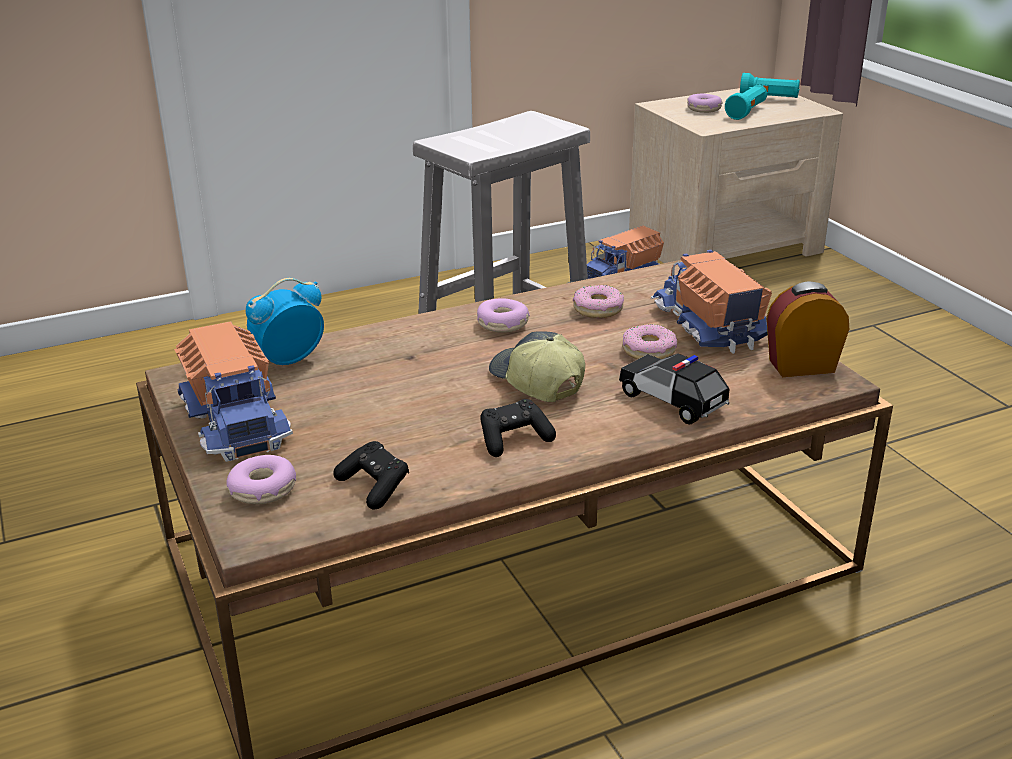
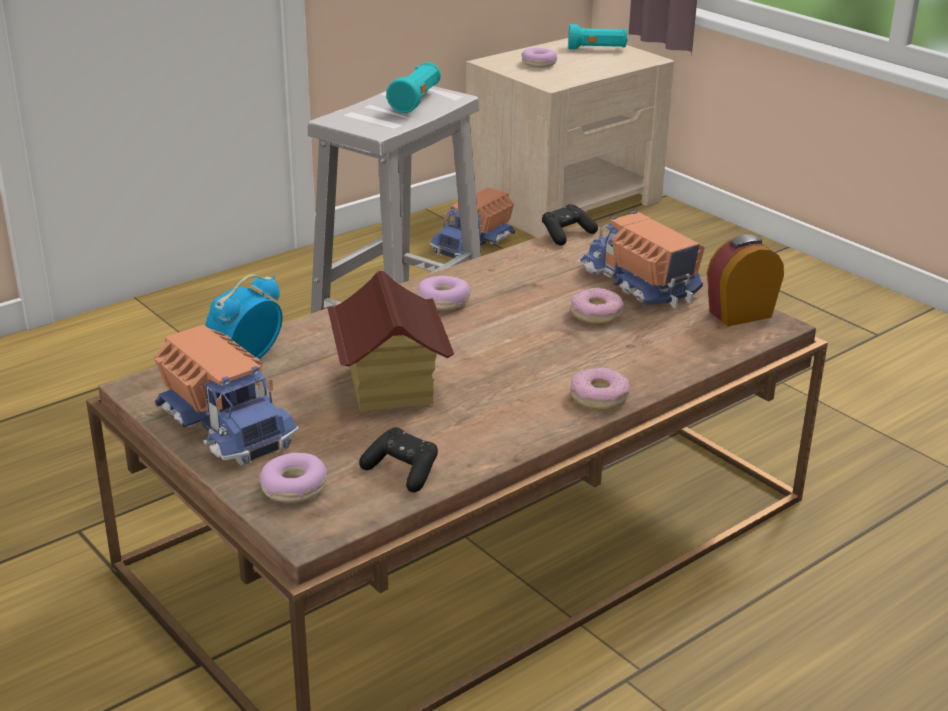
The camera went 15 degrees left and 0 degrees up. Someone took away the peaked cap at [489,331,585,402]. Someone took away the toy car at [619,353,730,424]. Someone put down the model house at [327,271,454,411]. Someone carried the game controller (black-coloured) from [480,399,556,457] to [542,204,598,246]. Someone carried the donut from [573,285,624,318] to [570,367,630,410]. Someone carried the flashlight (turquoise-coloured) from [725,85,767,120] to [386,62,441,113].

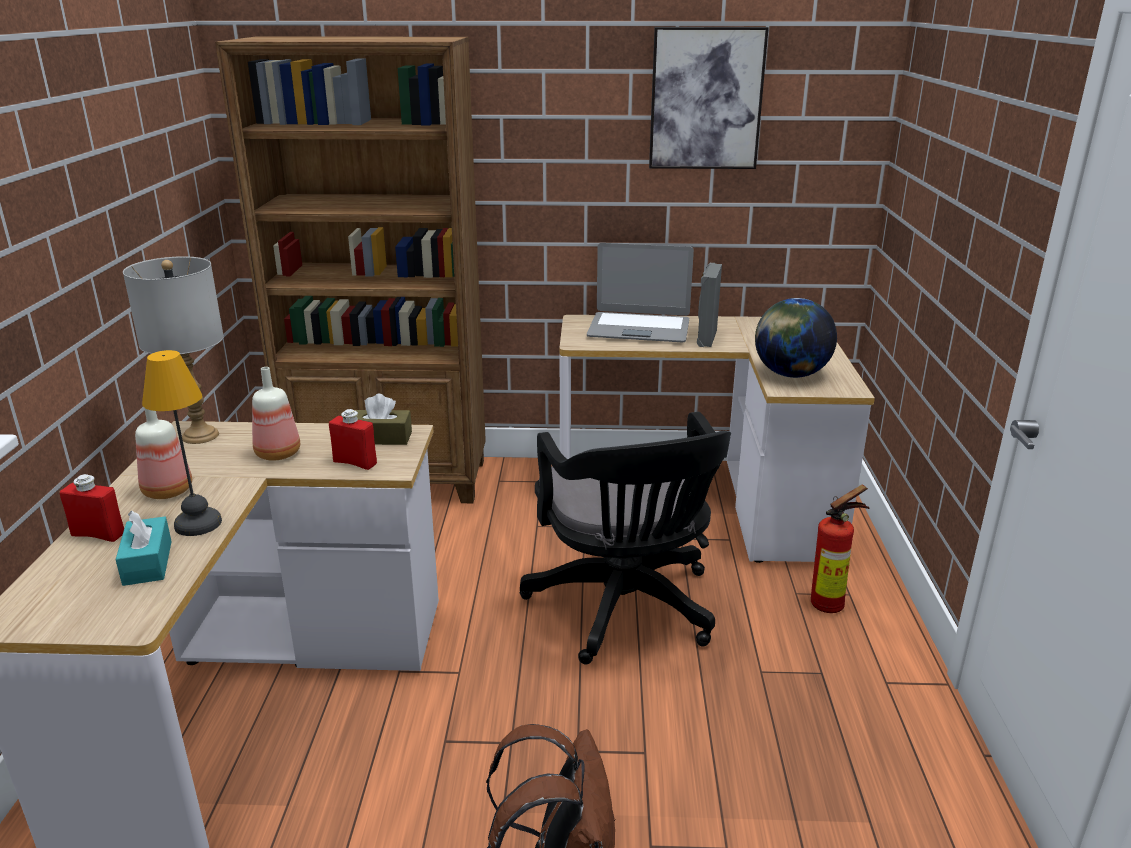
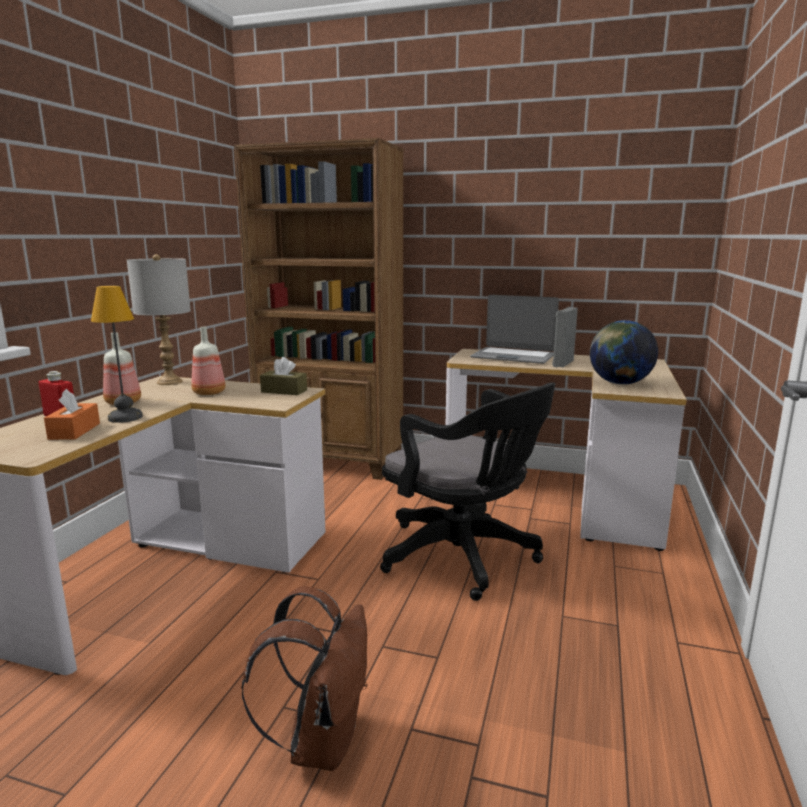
The camera went 15 degrees right and 10 degrees down. Someone took away the drink bottle (red-coloured) at [329,409,377,470]. Someone took away the wall picture at [649,27,769,169]. Someone took away the fire-fighting cylinder at [811,485,870,613]. Someone repainted the tissue holder (turquoise-coloured) at [115,510,172,586], which became the tissue holder (orange) at [44,389,100,440]. Someone rotated the office chair (black-coloured) at [519,412,731,665] by 45 degrees counterclockwise.

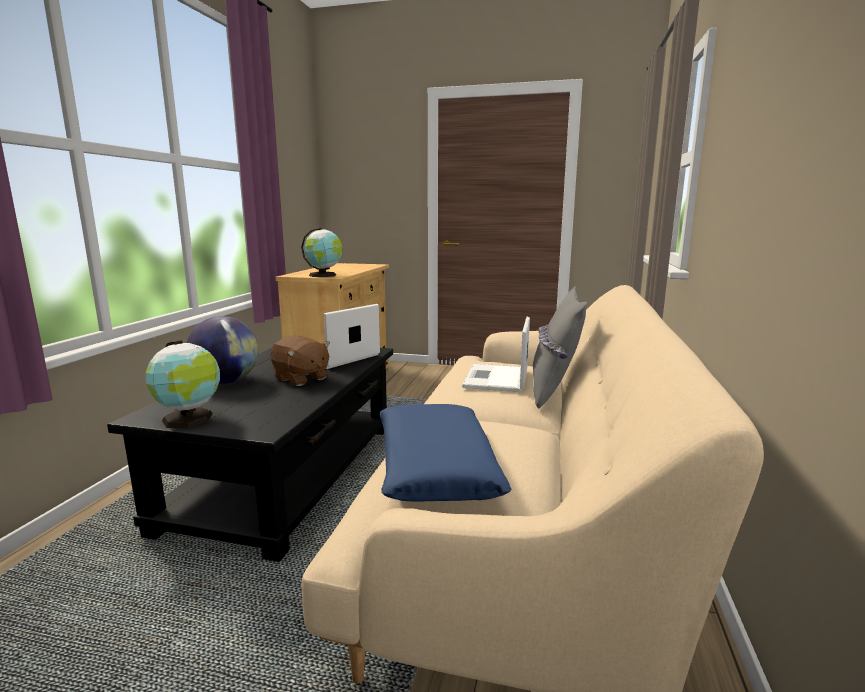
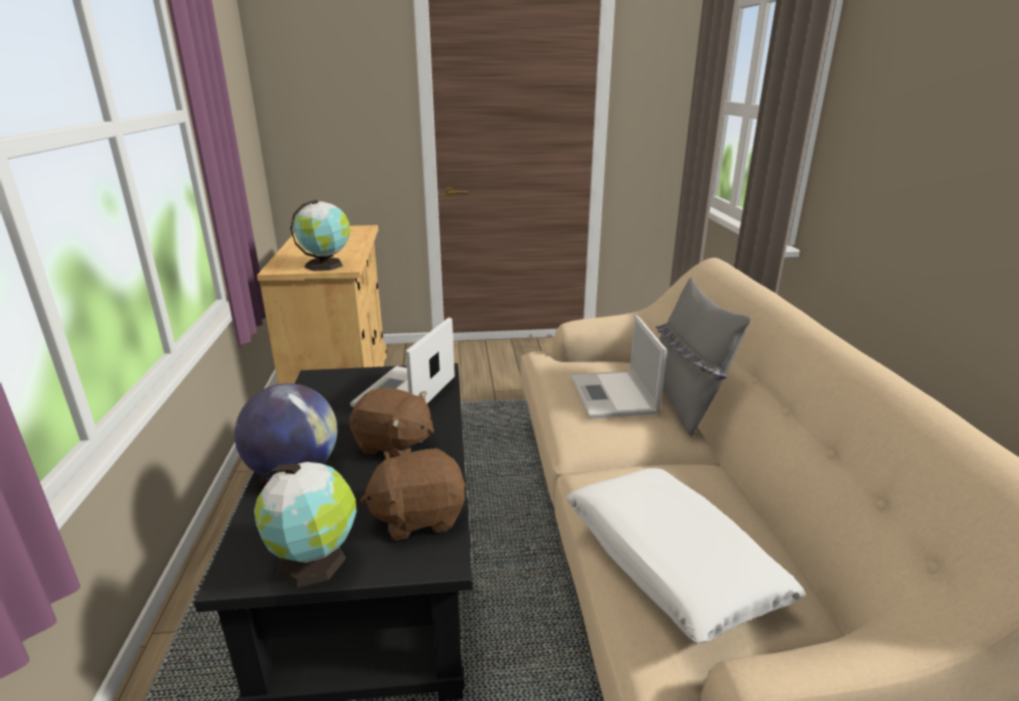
The camera went 20 degrees left and 10 degrees up. Someone put down the cuddly toy (brown-coloured) at [360,448,466,540]. Someone repainted the cushion (blue) at [379,404,512,502], which became the cushion (white) at [566,468,806,643].

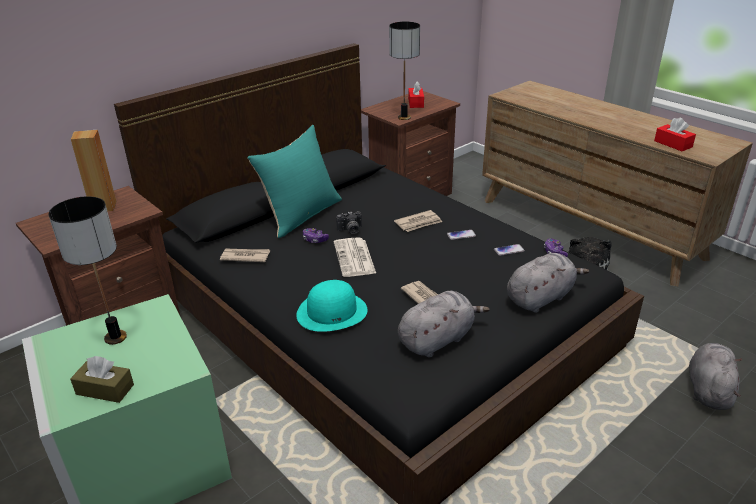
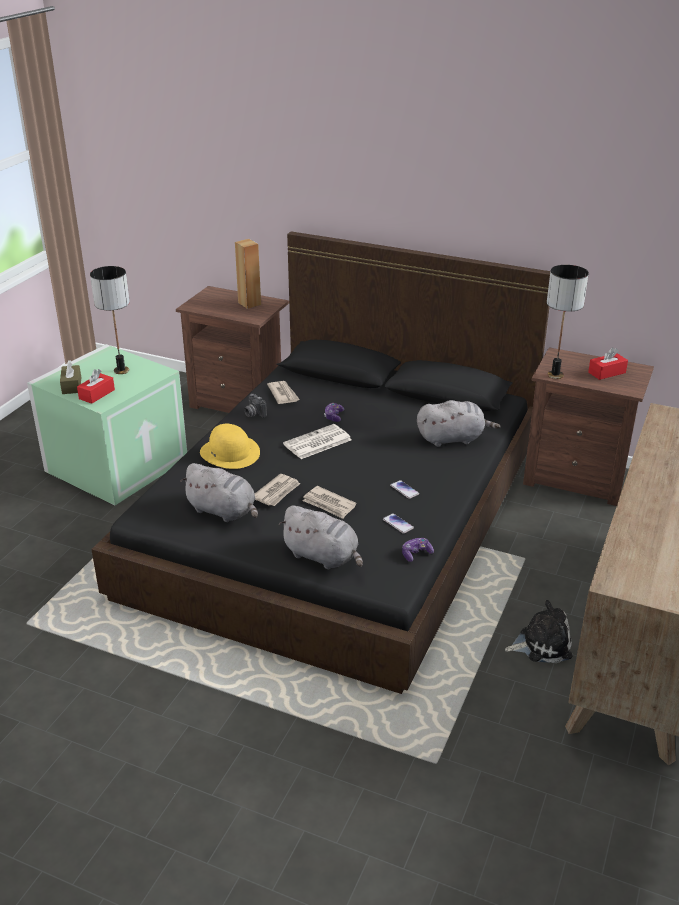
The camera went 65 degrees right and 0 degrees up. Someone took away the cushion (turquoise-coloured) at [247,125,342,238]. Someone carried the still camera from [336,211,362,234] to [244,394,267,418]. Someone carried the printed paper from [394,210,442,232] to [303,486,356,519]. Someone carried the tissue holder (red-coloured) from [654,117,696,151] to [77,369,115,404]. Someone carried the cuddly toy (gray) from [689,343,743,410] to [417,400,501,447]. Someone repainted the clothing hat (turquoise-coloured) at [296,280,368,332], which became the clothing hat (yellowish) at [200,424,260,469].

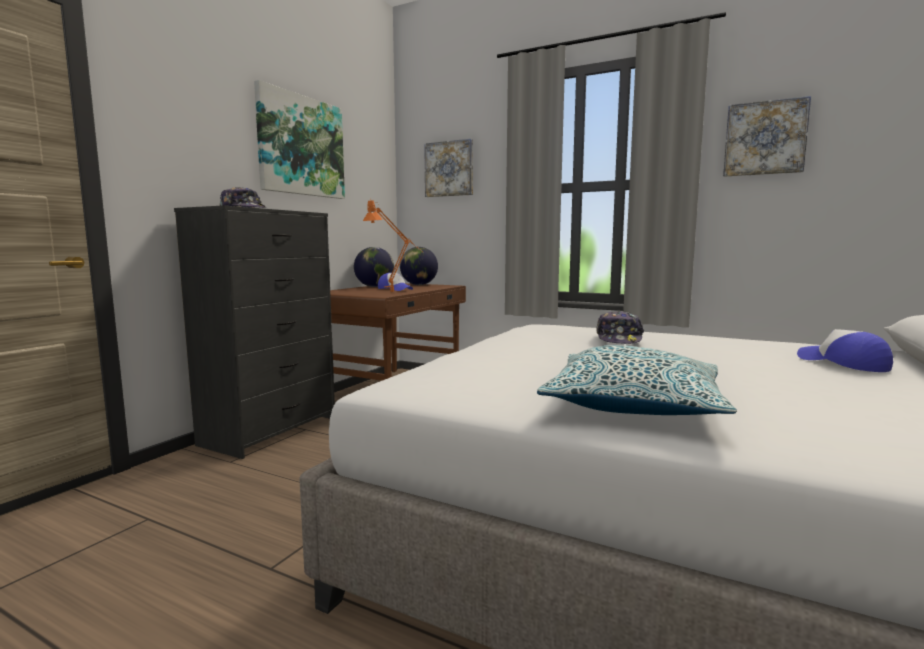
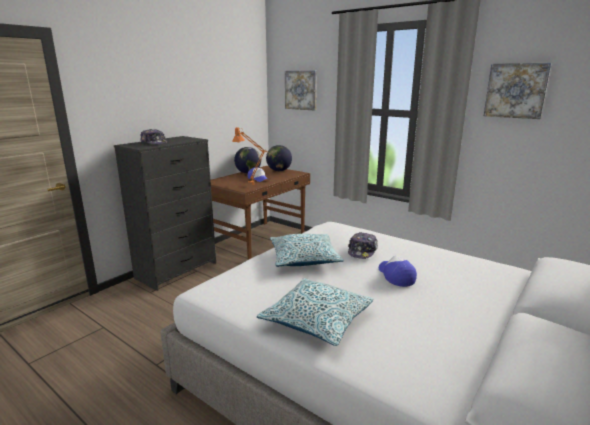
The camera went 10 degrees right and 10 degrees up. Someone took away the wall picture at [254,80,345,199]. Someone put down the cushion at [270,234,344,267]. Someone carried the peaked cap from [797,329,893,372] to [379,256,417,287].

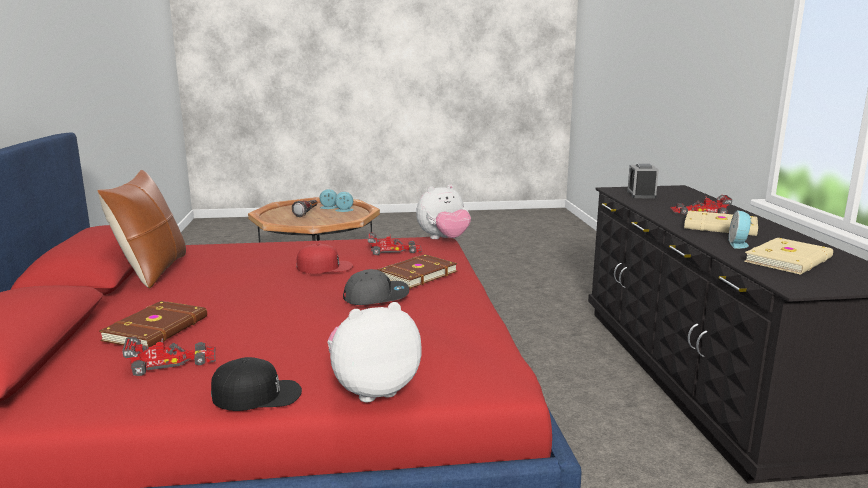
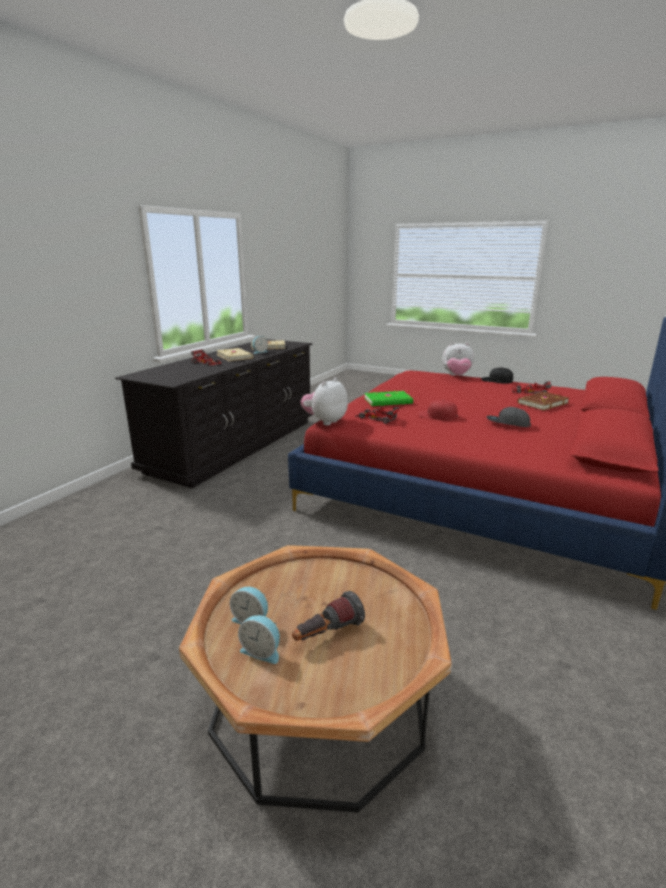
The camera went 145 degrees left and 5 degrees up. Someone took away the cushion (brown-coloured) at [97,170,186,288]. Someone took away the alarm clock at [627,164,659,199]. Someone carried the peaked cap (gray) from [343,269,409,305] to [487,407,531,427]. Someone repainted the volume (brown-coloured) at [377,254,458,289], which became the volume (greenish) at [364,391,413,406]. Someone rotated the cuddly toy at [416,184,471,239] by 60 degrees counterclockwise.

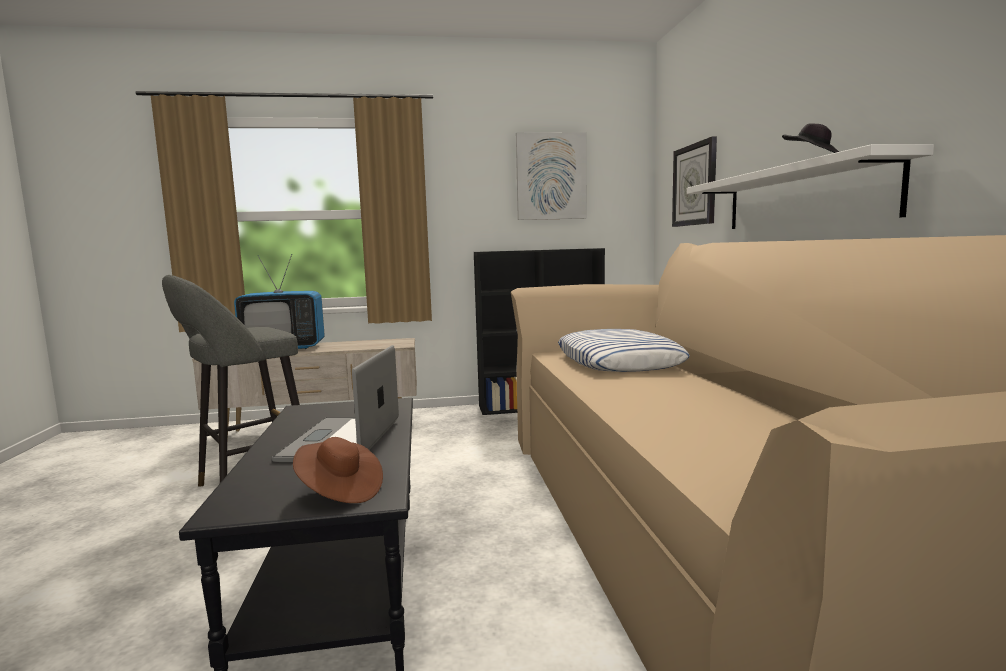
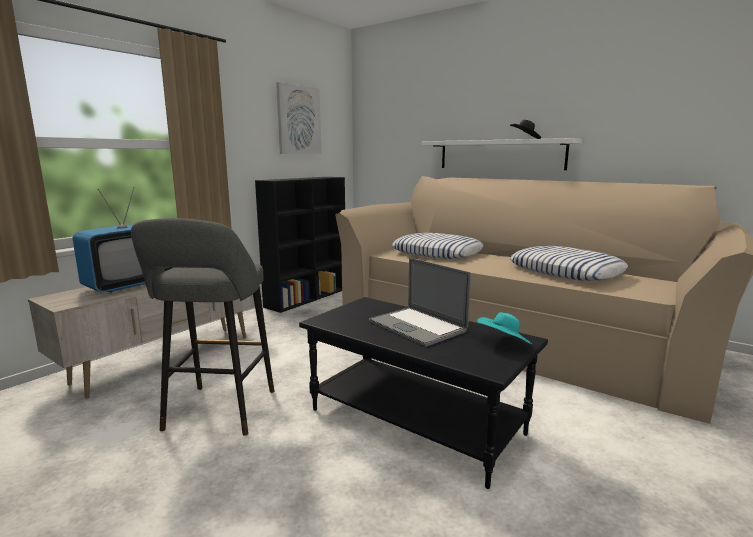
The camera went 45 degrees left and 5 degrees up. Someone took away the wall clock at [672,136,717,227]. Someone put down the cushion at [510,246,628,281]. Someone repainted the clothing hat (brown-coloured) at [293,437,383,503], which became the clothing hat (turquoise-coloured) at [477,312,532,344].

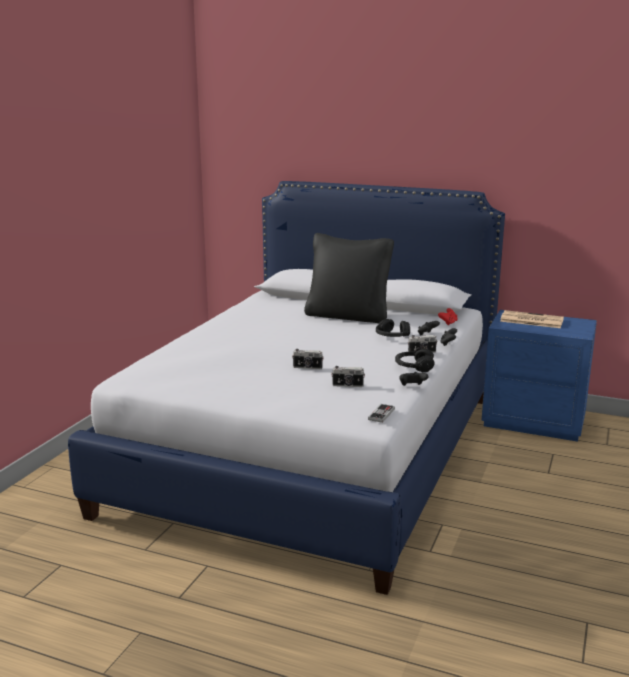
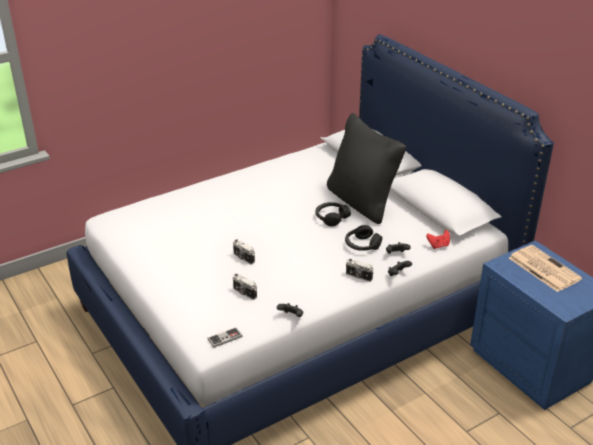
The camera went 35 degrees right and 15 degrees up. Someone carried the pair of headphones (black-coloured) from [395,348,435,373] to [316,202,351,227].

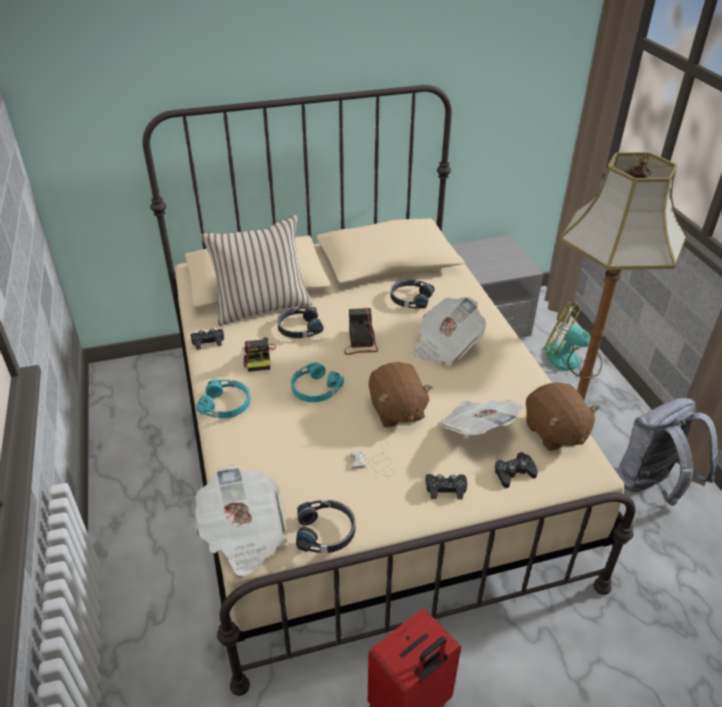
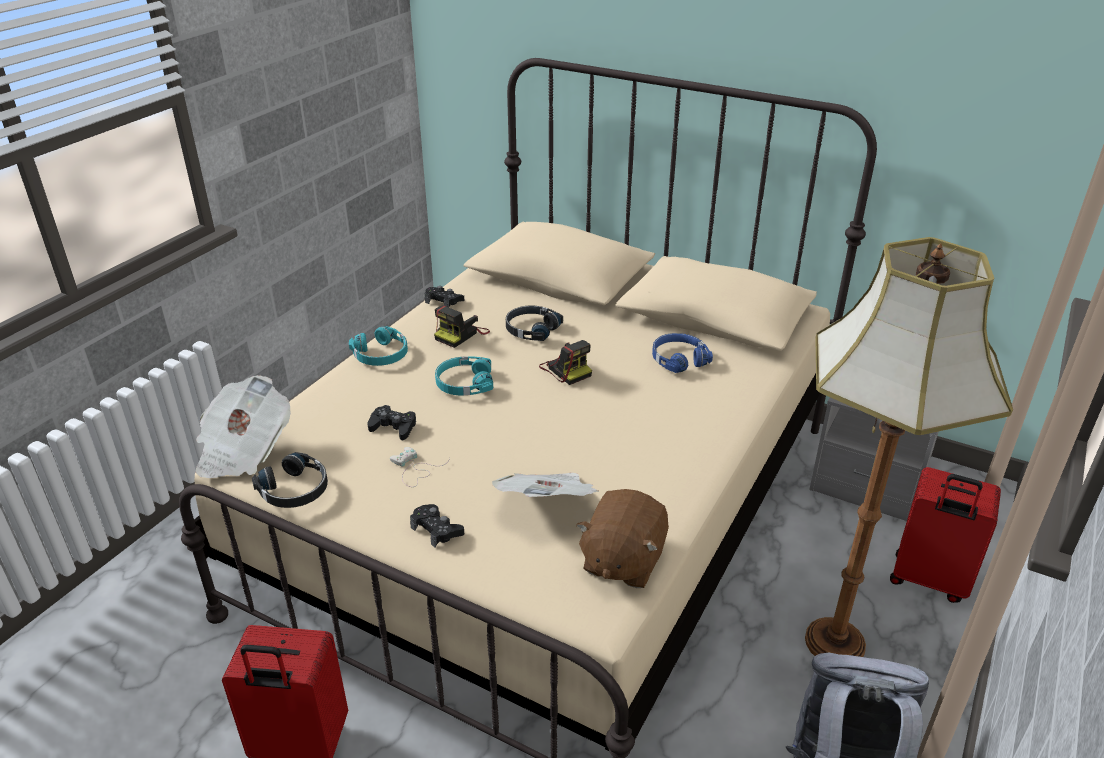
The camera went 45 degrees right and 5 degrees down. Someone took away the cushion (beige-coloured) at [200,215,312,326]. Someone took away the cuddly toy (brown-coloured) at [368,362,433,428]. Someone took away the printed paper at [412,297,486,365]. Someone carried the game controller (black-coloured) from [495,452,538,488] to [368,405,416,440]. Someone swapped the electric fan at [544,302,602,377] for the suitcase (red-coloured) at [890,467,1001,603]. Someone repainted the pair of headphones (black-coloured) at [391,279,435,309], which became the pair of headphones (blue) at [652,333,713,373]. Someone rotated the still camera at [344,308,378,355] by 105 degrees clockwise.

